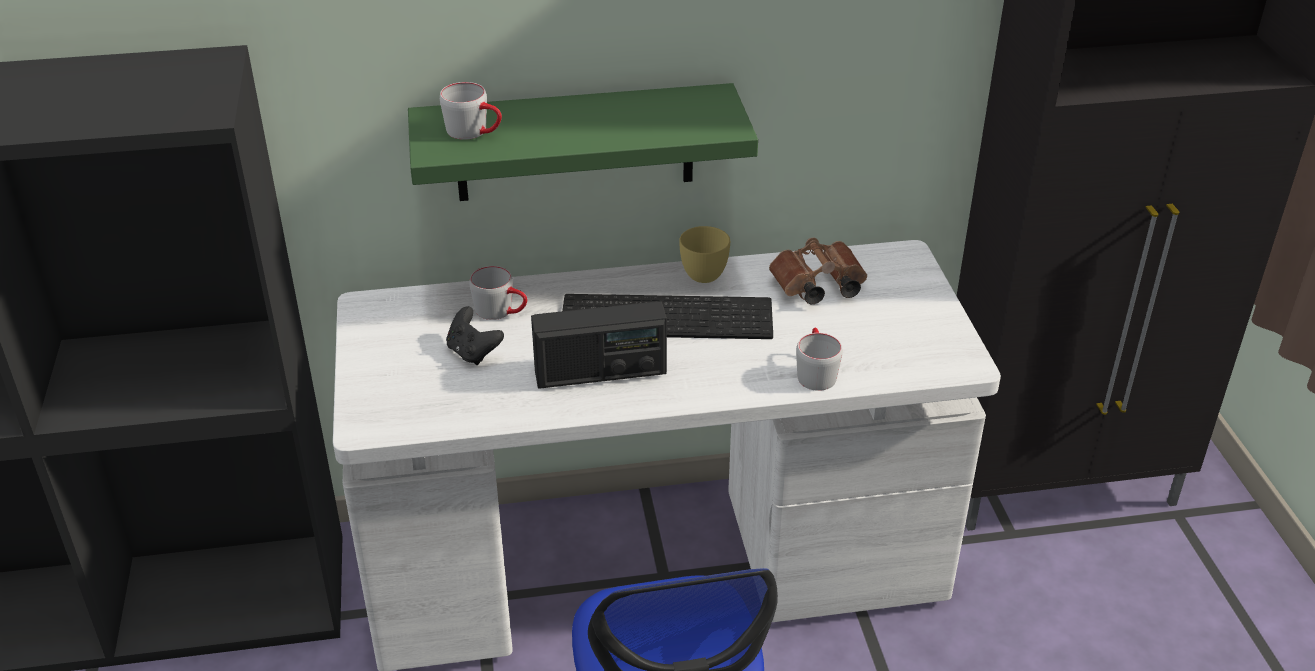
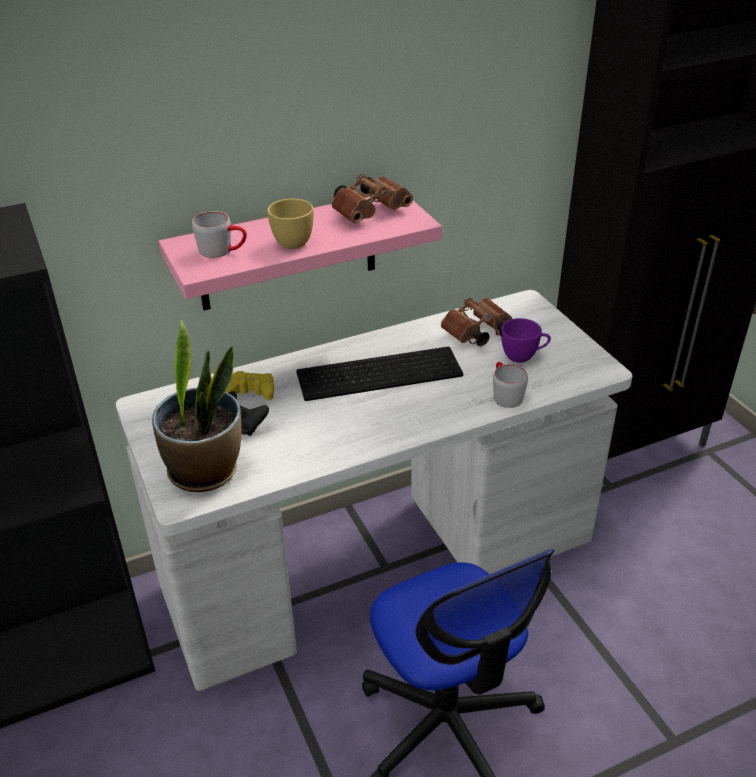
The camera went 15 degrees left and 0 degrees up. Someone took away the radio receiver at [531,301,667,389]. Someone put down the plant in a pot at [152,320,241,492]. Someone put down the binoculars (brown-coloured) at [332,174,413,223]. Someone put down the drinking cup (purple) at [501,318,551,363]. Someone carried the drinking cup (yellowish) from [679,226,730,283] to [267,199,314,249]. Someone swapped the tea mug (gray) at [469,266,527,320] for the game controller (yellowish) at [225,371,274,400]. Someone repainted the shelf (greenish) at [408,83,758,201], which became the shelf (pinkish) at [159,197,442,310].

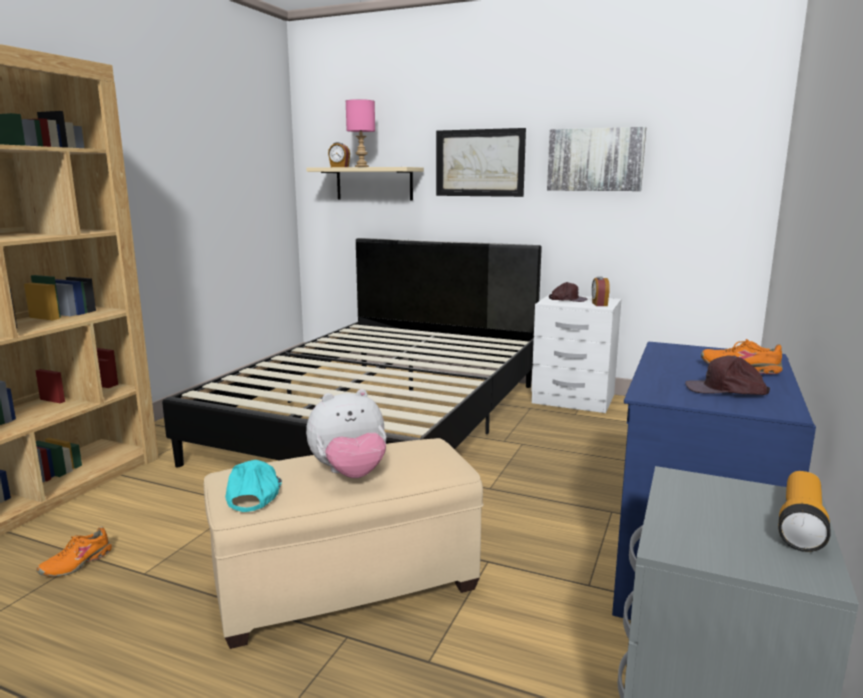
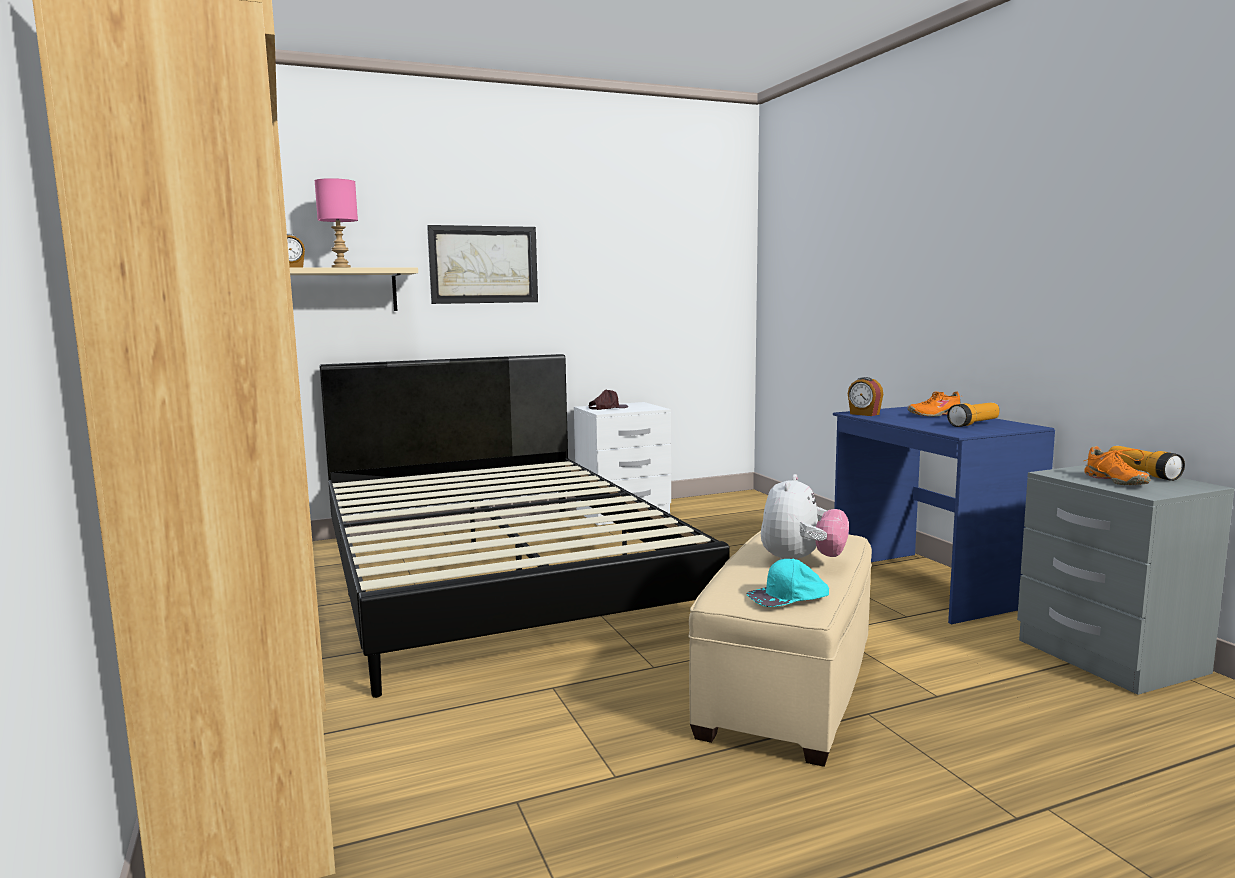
The camera went 45 degrees left and 5 degrees down. Someone took away the wall picture at [547,127,646,191]. Someone carried the shoe (orange) from [36,527,112,577] to [1084,446,1150,485]. Someone carried the alarm clock from [592,276,610,306] to [848,377,883,416]. Someone swapped the peaked cap (brown-coloured) at [685,356,770,395] for the flashlight at [947,403,999,427]. Someone rotated the peaked cap (turquoise-coloured) at [225,460,282,512] by 60 degrees counterclockwise.

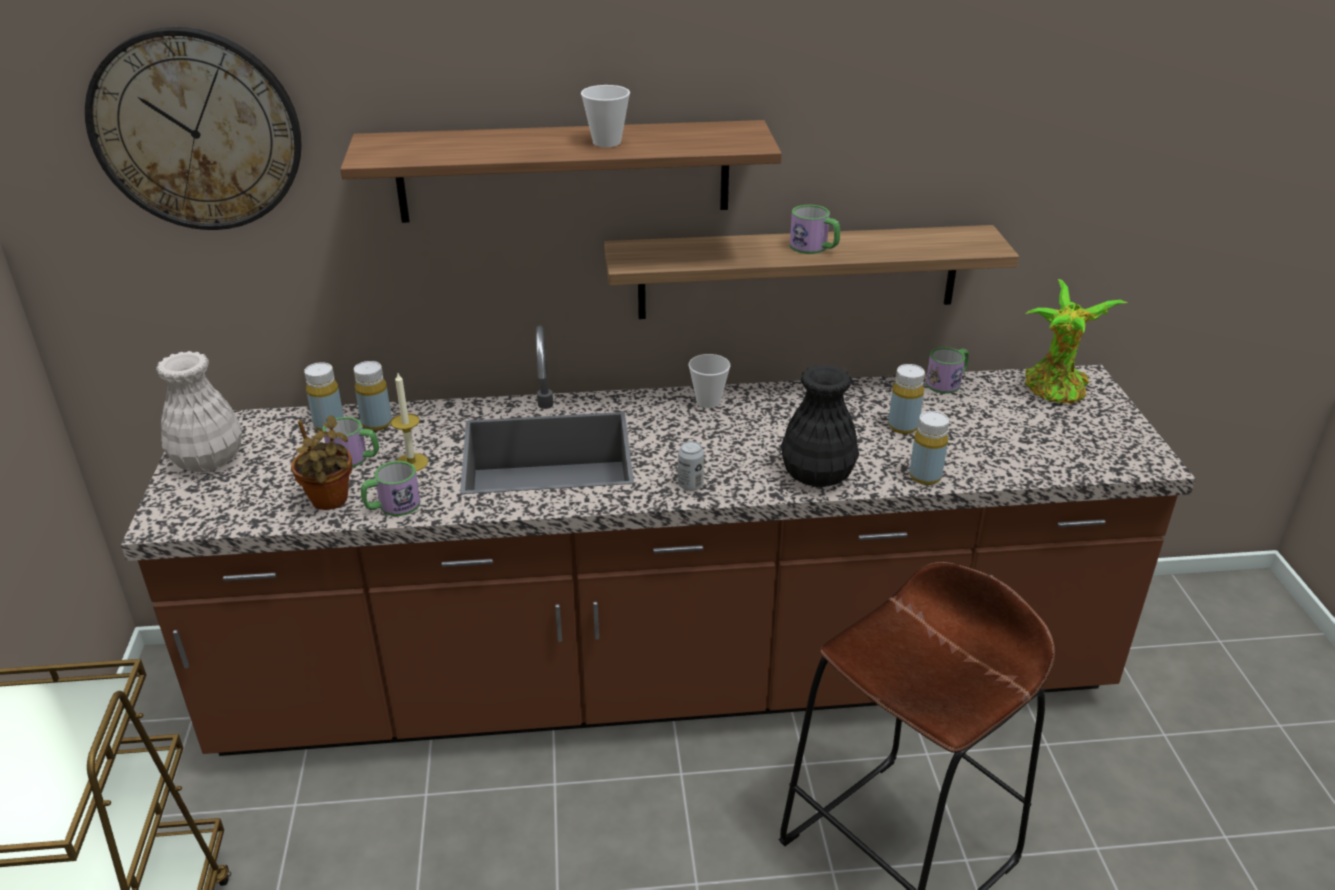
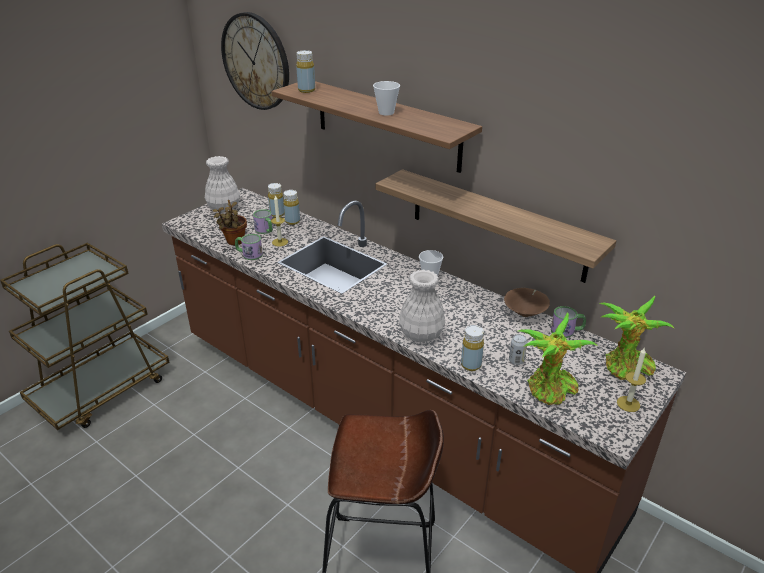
The camera went 45 degrees right and 0 degrees up. Someone took away the tea mug at [790,205,840,254]. Someone put down the serving bowl (brown-coloured) at [504,288,550,317]. Someone put down the plant in a pot at [518,312,598,405]. Someone put down the wax light at [617,347,646,412]. Someone carried the metal can from [678,441,704,491] to [509,334,527,365]. Someone carried the drink bottle (yellowish) from [888,364,925,434] to [296,50,315,93]. Someone repainted the decorative vase (black-coloured) at [781,364,859,487], which became the decorative vase (white) at [399,270,446,342].

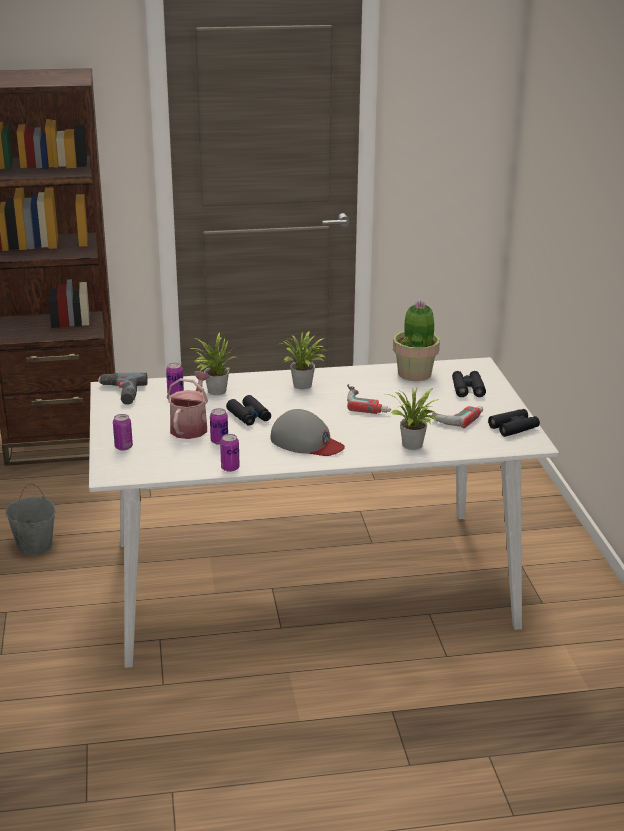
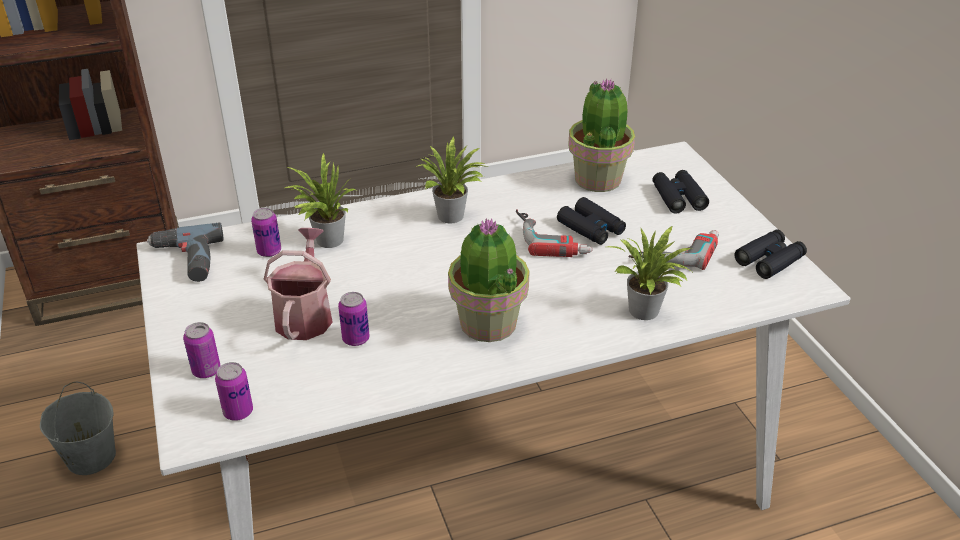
The camera went 10 degrees left and 10 degrees up. Someone carried the metal can from [220,434,240,472] to [215,362,253,421]. Someone carried the binoculars (black-coloured) from [226,395,271,426] to [557,197,626,245]. Someone swapped the peaked cap (gray) at [270,409,345,456] for the plant in a pot at [448,218,530,342].

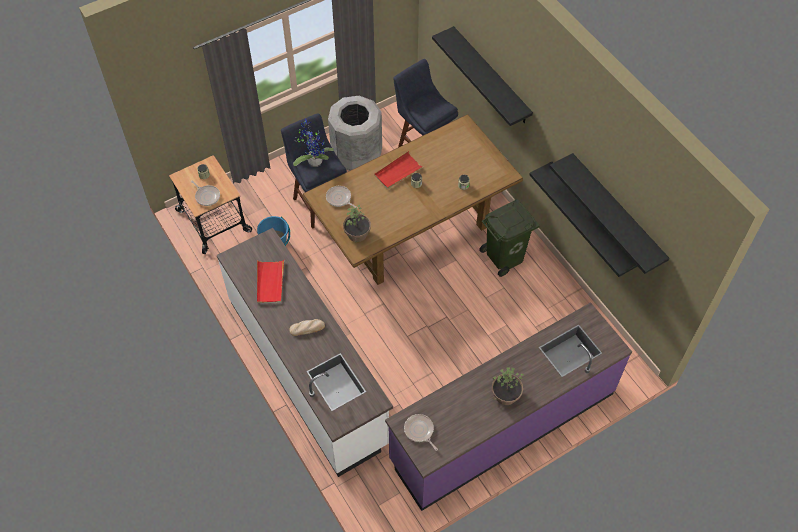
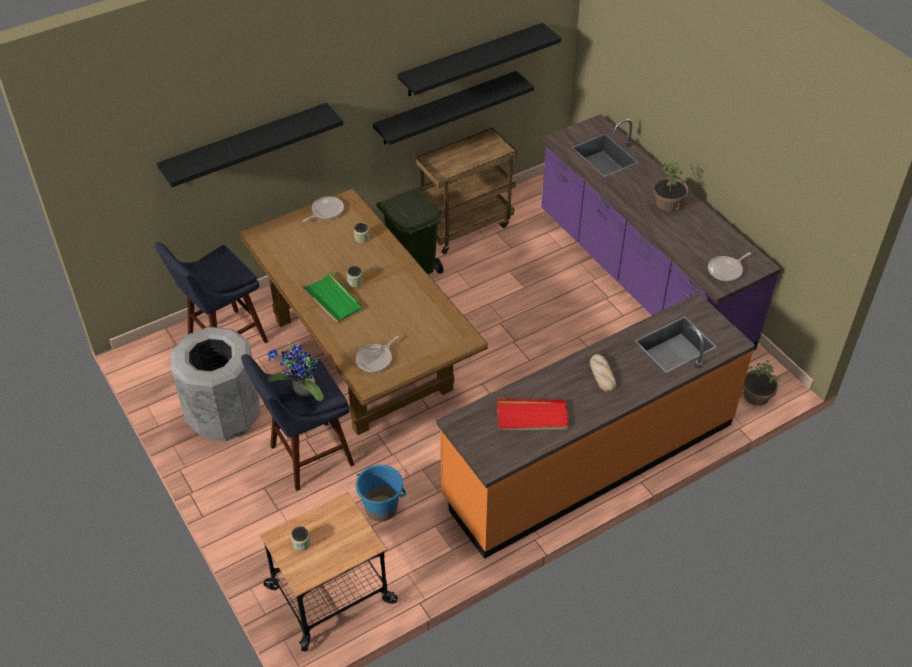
The camera went 90 degrees left and 10 degrees down. Someone put down the wheeled cart (brown-coloured) at [416,128,517,254]. Someone carried the skillet from [191,180,220,206] to [303,196,344,222]. Someone carried the plant in a pot from [343,205,371,242] to [741,360,780,406]. Someone repainted the counter (white) at [217,228,393,477], which became the counter (orange) at [436,293,755,559]. Someone repainted the carrying tray (red-coloured) at [374,151,424,189], which became the carrying tray (greenish) at [302,271,363,323].

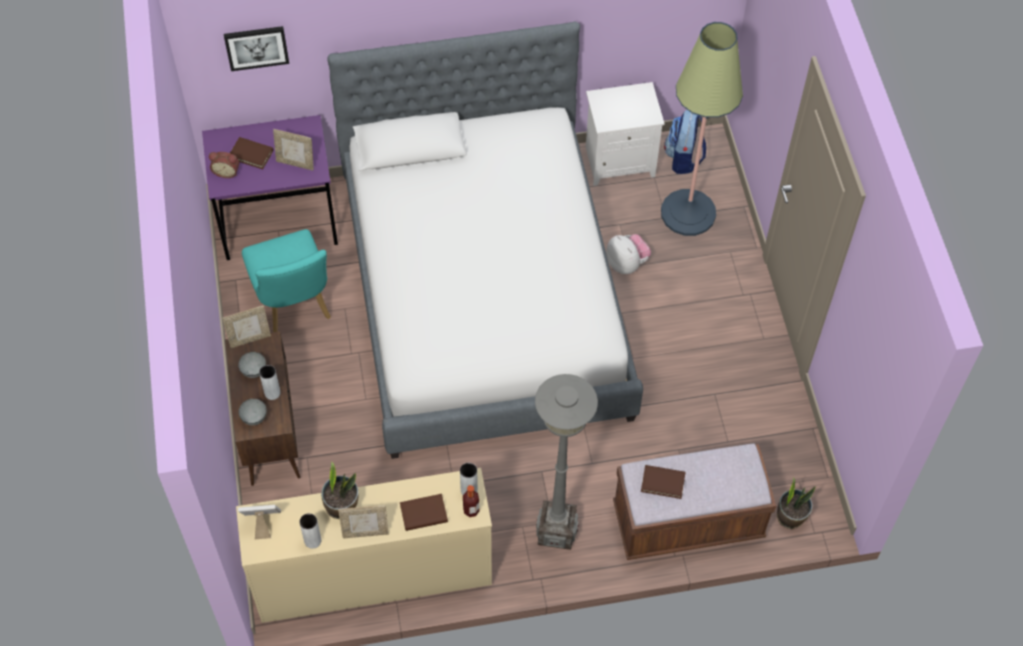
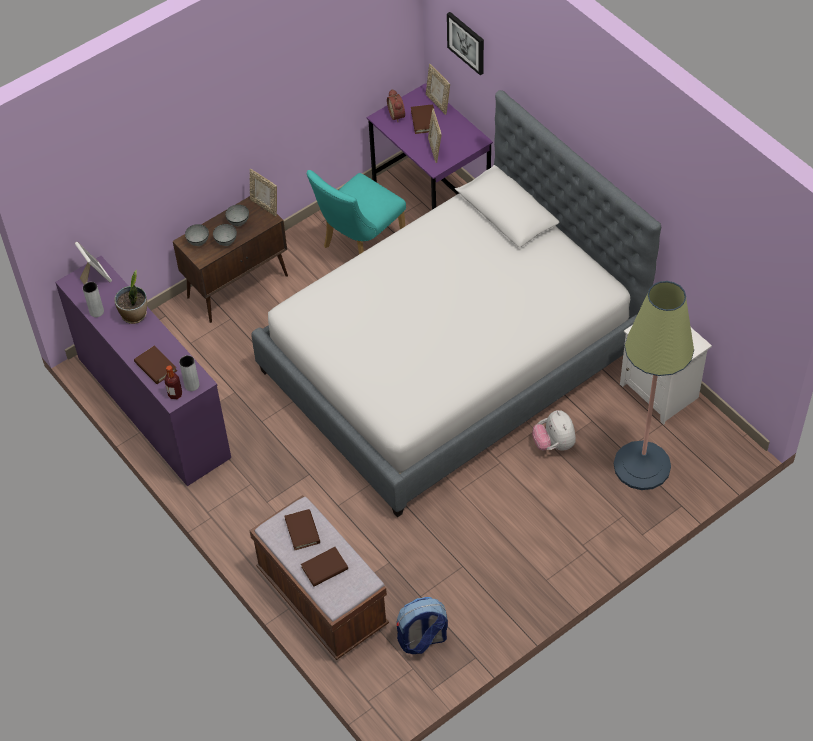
The camera went 65 degrees right and 5 degrees down. Someone took away the standing lamp (gray) at [535,374,598,550]. Someone took away the plant in a pot at [777,477,816,529]. Someone put down the volume (brown-coloured) at [301,547,348,587]. Someone carried the standing frame from [338,505,389,538] to [426,64,450,115]. Someone carried the rucksack from [664,110,706,174] to [397,597,448,654]. Someone swapped the decorative vase (gray) at [259,365,280,400] for the serving bowl (gray) at [213,224,237,246]. Someone repainted the dresser (beige-coloured) at [236,468,492,623], which became the dresser (purple) at [55,256,231,486]. Someone rotated the cuddly toy at [606,234,651,274] by 135 degrees clockwise.

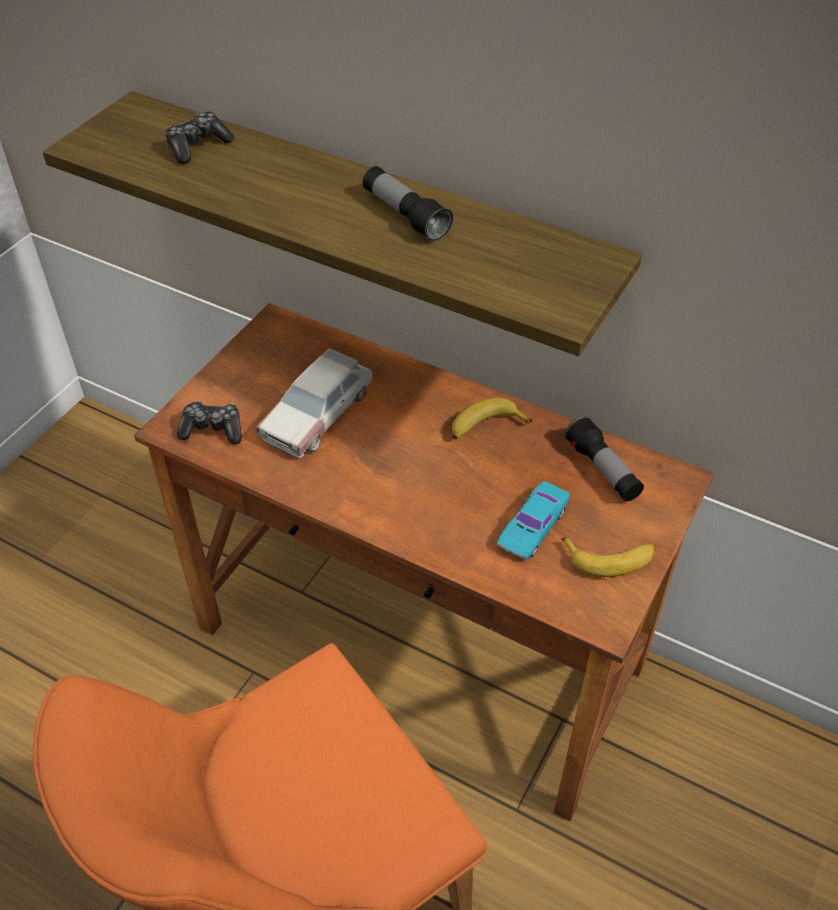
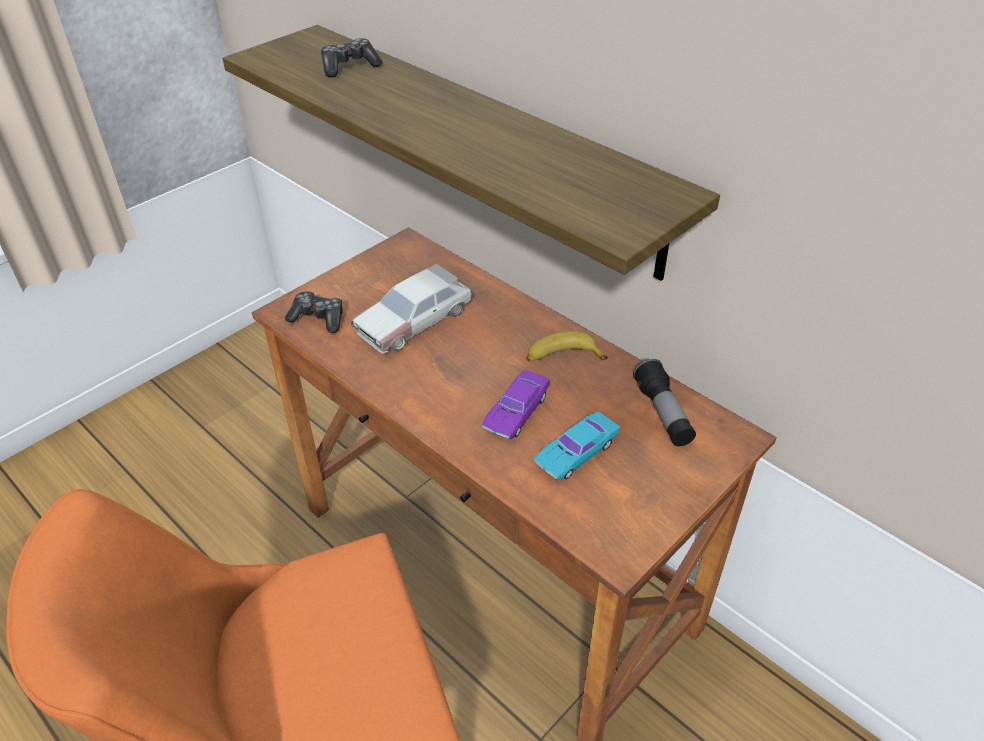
The camera went 15 degrees right and 5 degrees down. Someone took away the flashlight at [363,166,453,242]. Someone took away the banana at [561,537,656,577]. Someone put down the toy car (purple) at [482,370,550,440].

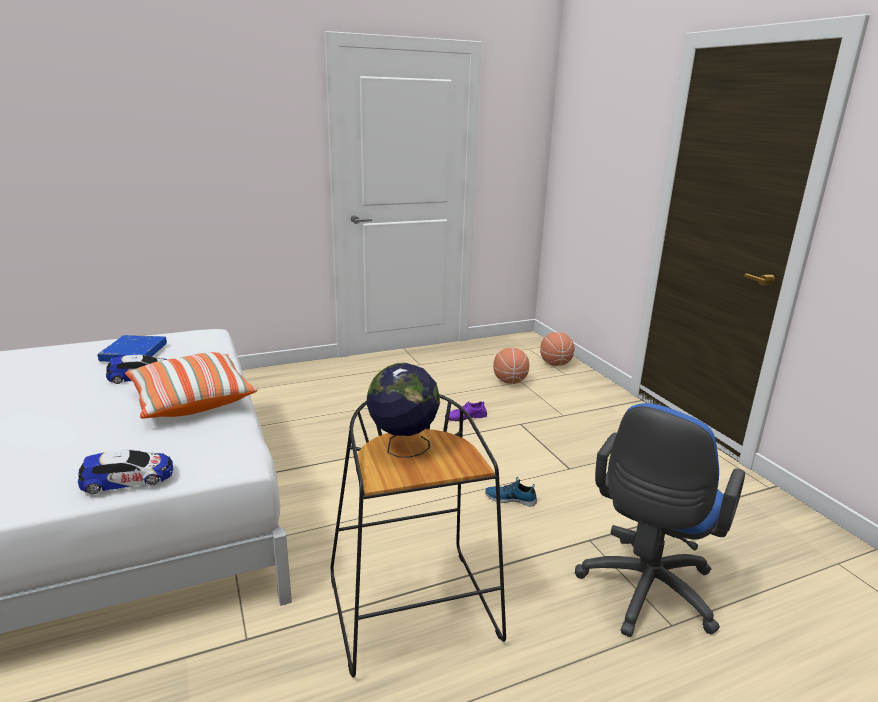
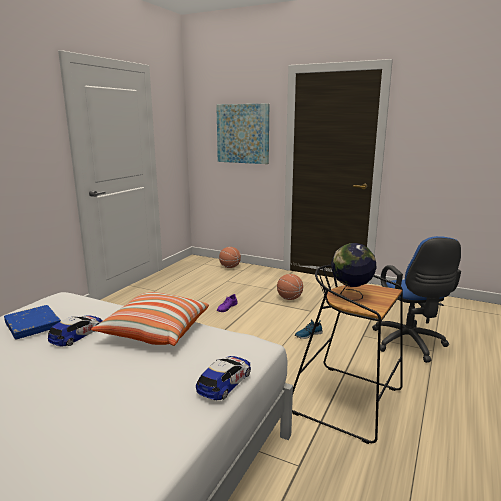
The camera went 40 degrees left and 5 degrees down. Someone put up the wall picture at [216,104,269,164]. Someone carried the basketball ball from [493,348,529,384] to [277,274,303,300].

